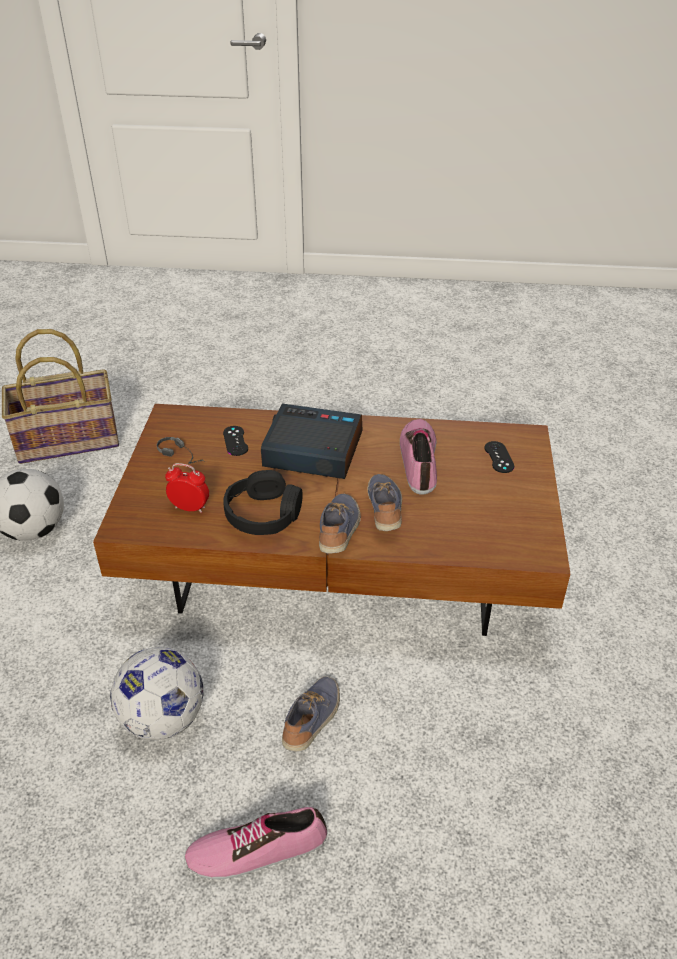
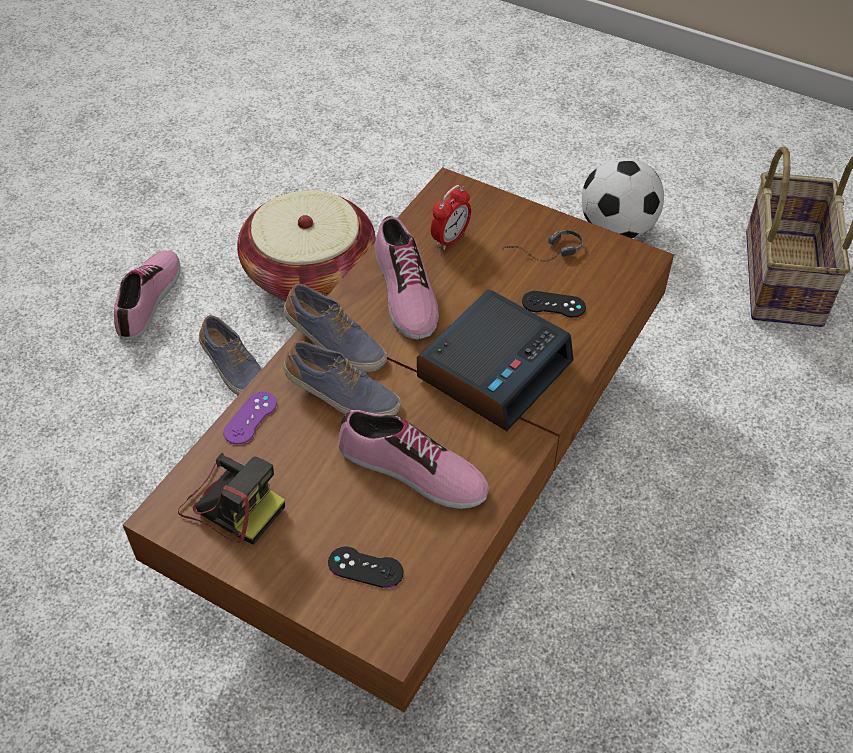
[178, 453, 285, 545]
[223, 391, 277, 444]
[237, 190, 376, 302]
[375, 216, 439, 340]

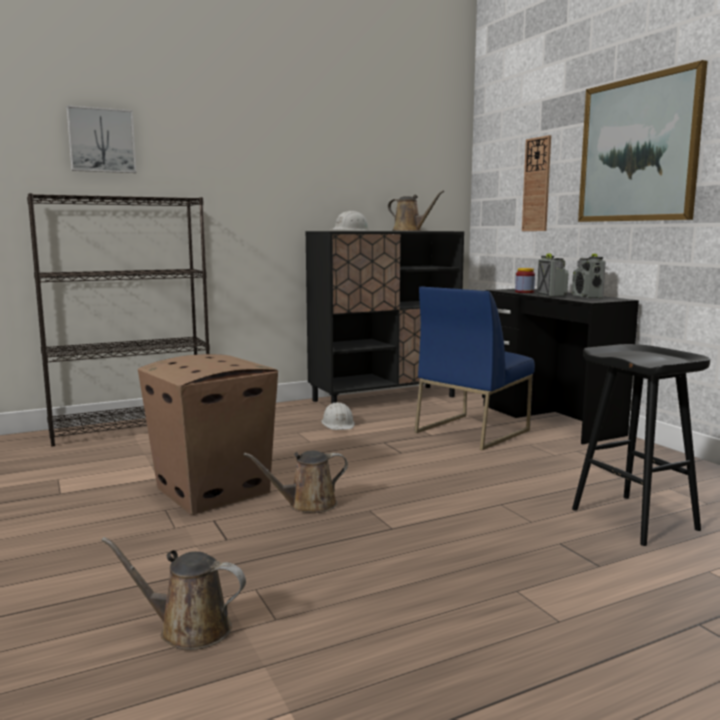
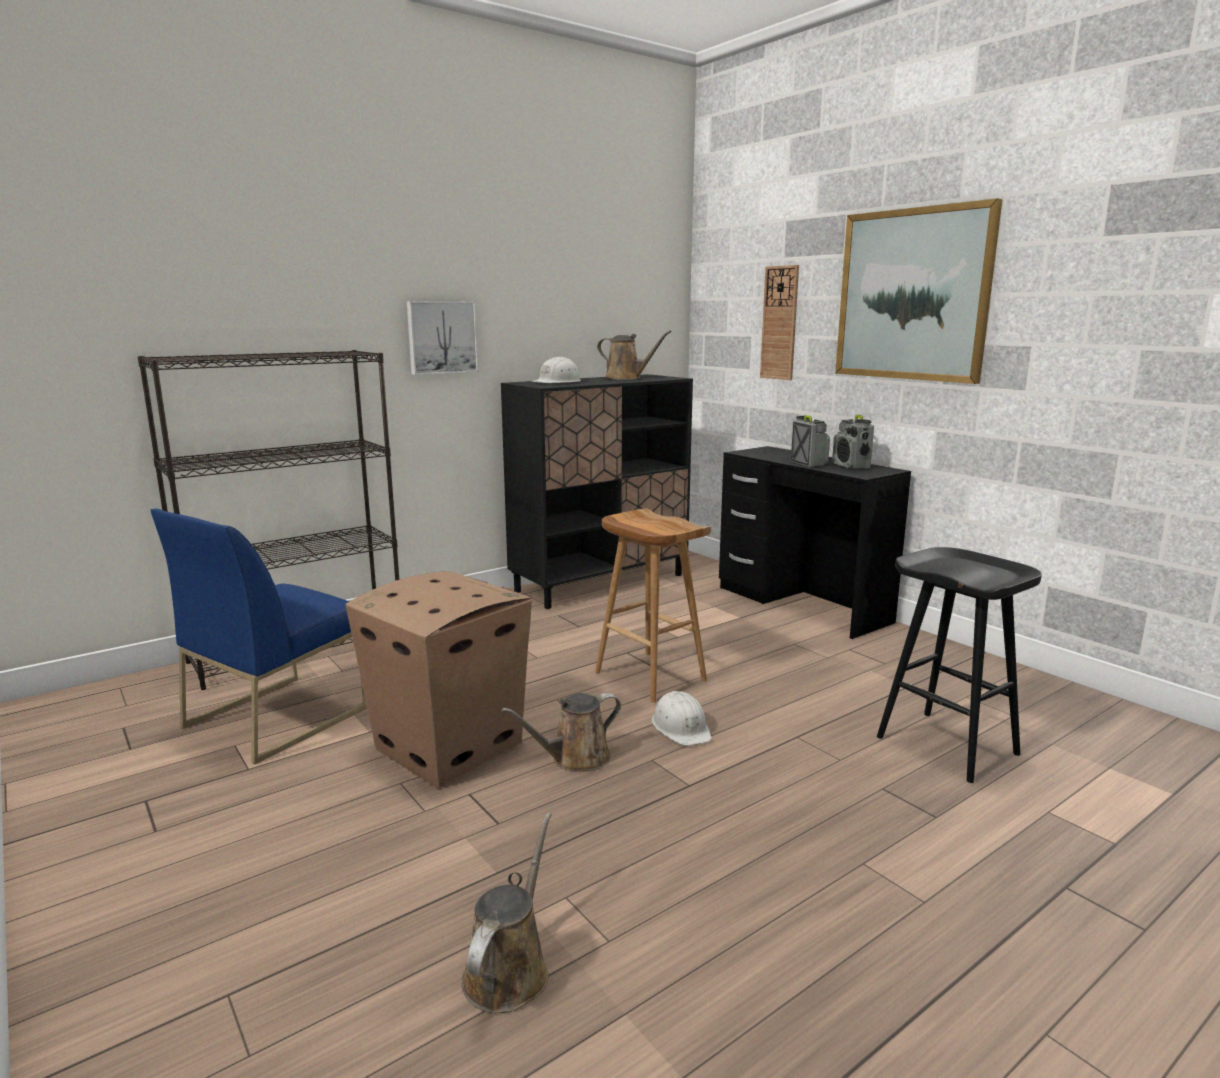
[150, 508, 367, 764]
[407, 301, 478, 375]
[461, 813, 552, 1013]
[595, 508, 711, 703]
[651, 691, 712, 746]
[515, 268, 535, 293] (first image)

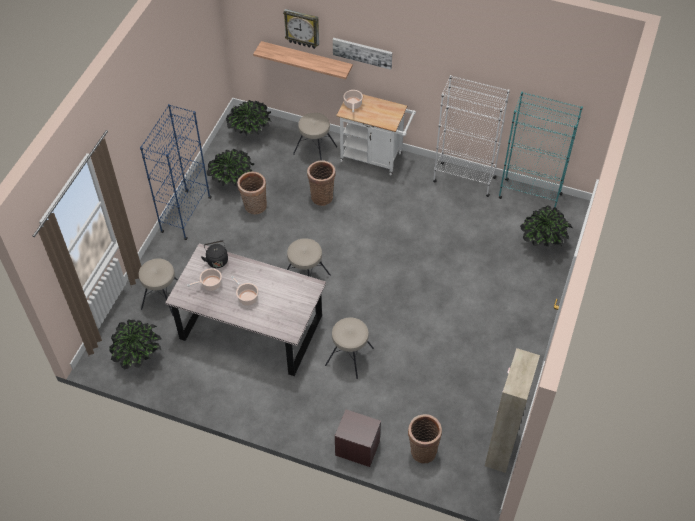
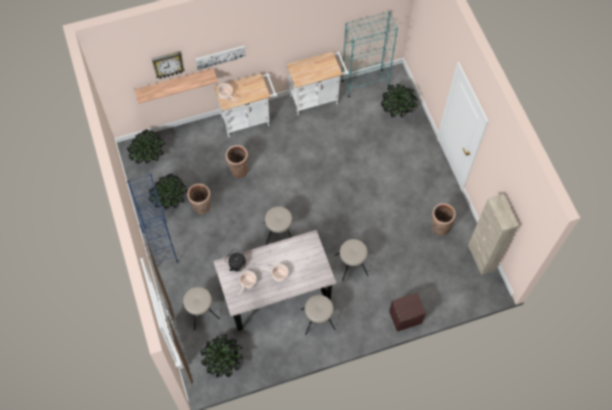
[286, 52, 349, 115]
[301, 295, 336, 335]
[432, 203, 456, 236]

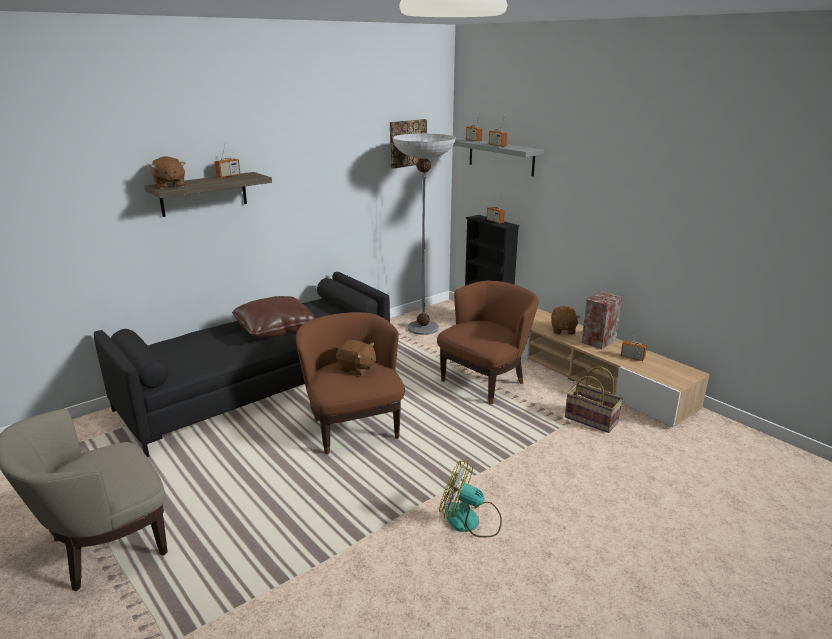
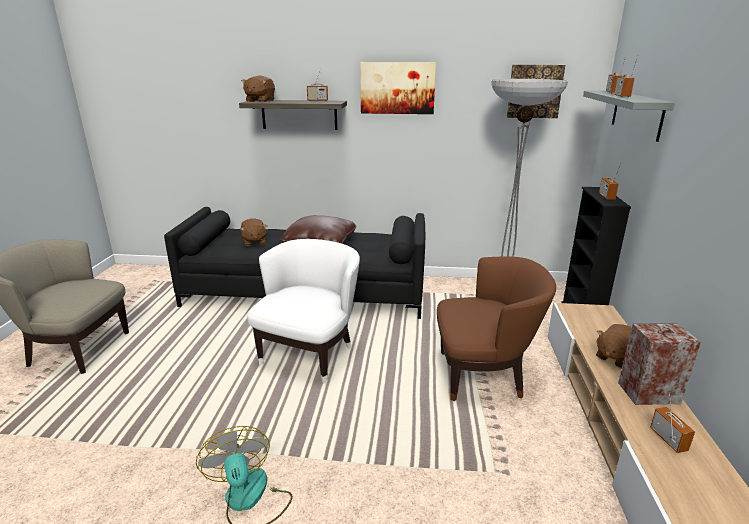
[240, 218, 267, 246]
[247, 239, 360, 383]
[360, 62, 436, 114]
[565, 366, 623, 433] (first image)

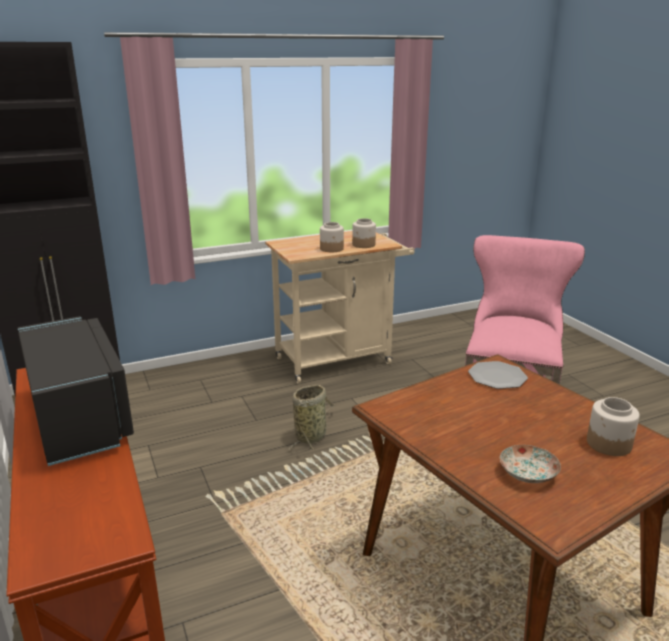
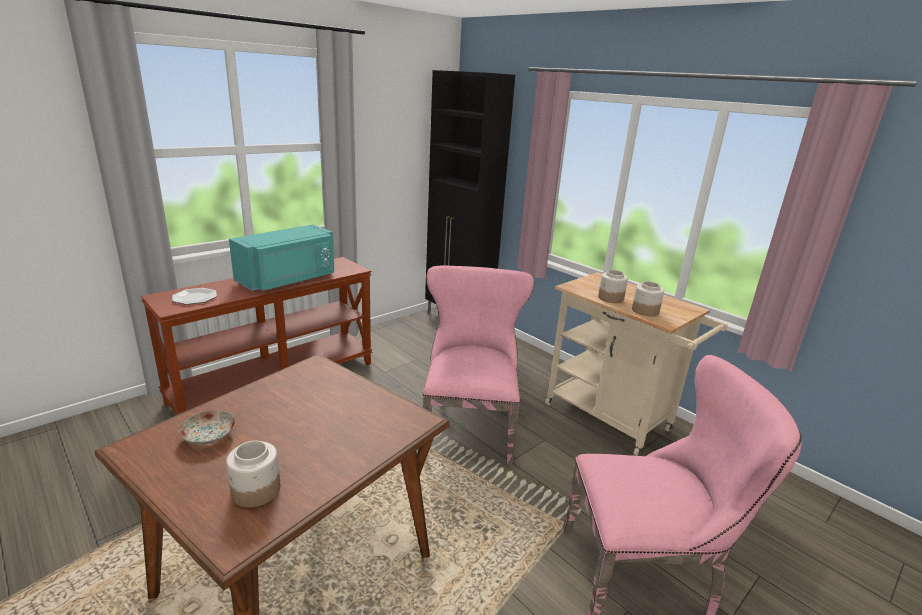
[172, 288, 217, 305]
[229, 224, 334, 291]
[423, 266, 535, 465]

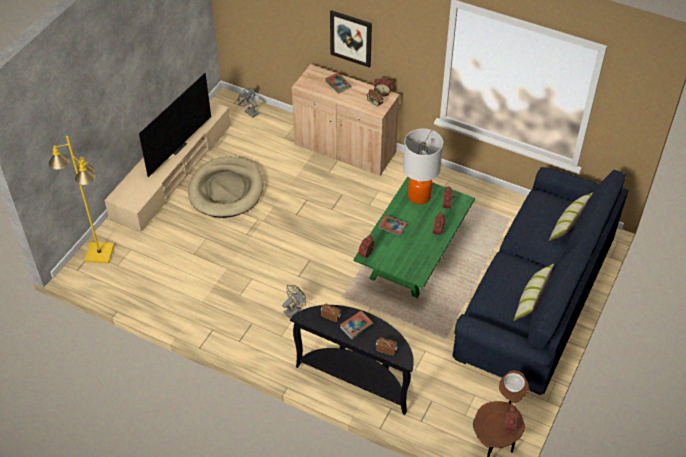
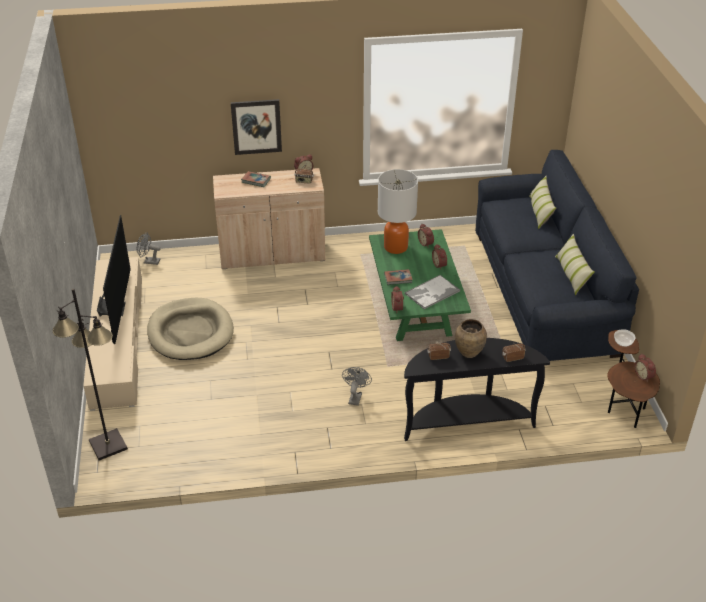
[53, 288, 128, 460]
[405, 275, 460, 310]
[455, 319, 487, 358]

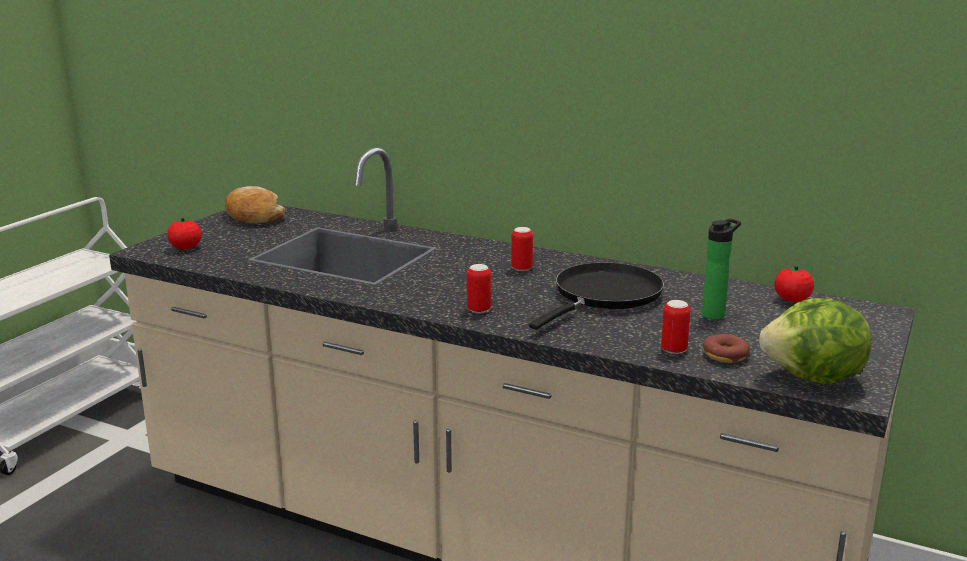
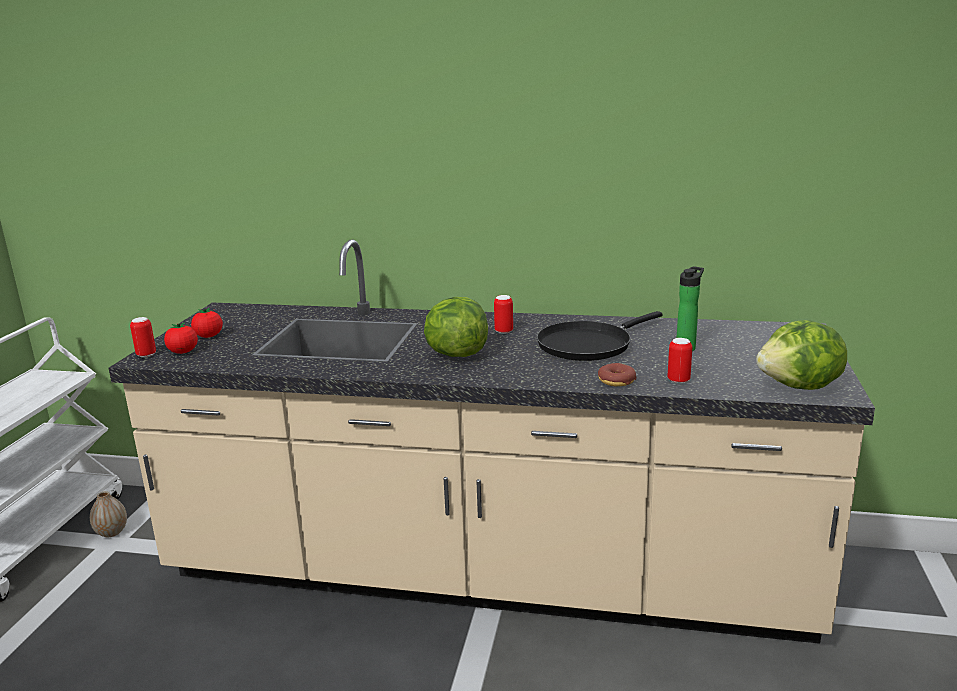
[90, 491, 127, 537]
[130, 317, 156, 358]
[191, 308, 223, 338]
[424, 297, 488, 357]
[537, 311, 663, 361]
[598, 363, 636, 386]
[225, 186, 285, 224] (first image)

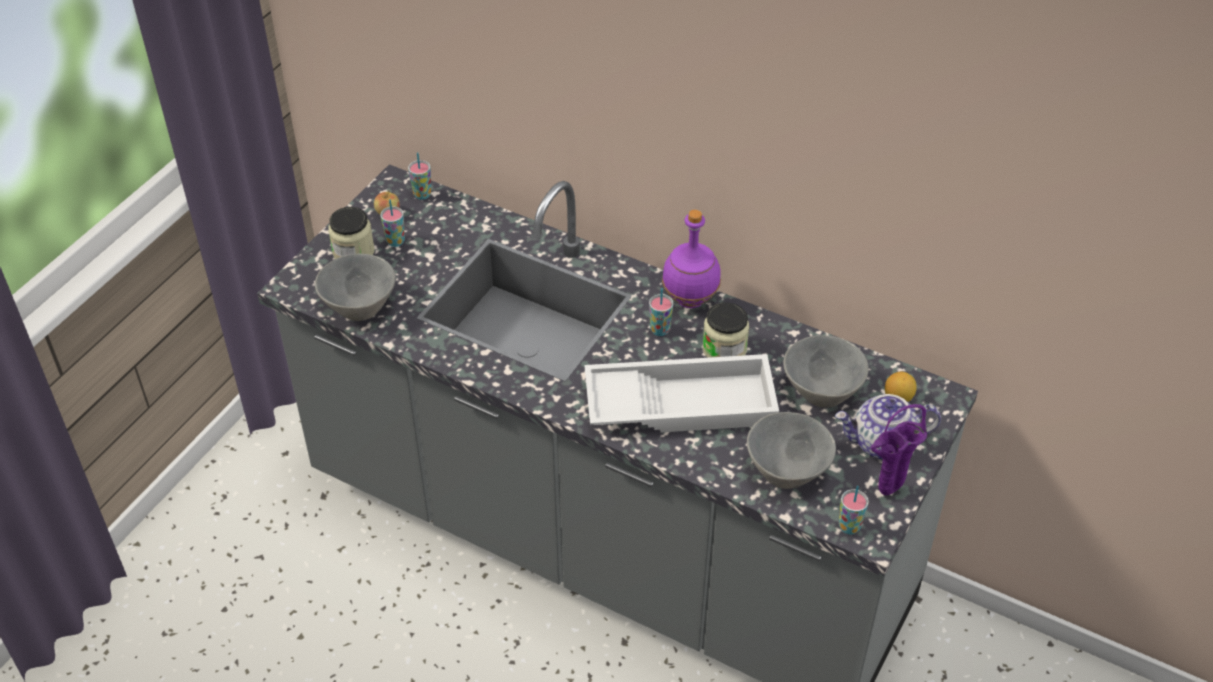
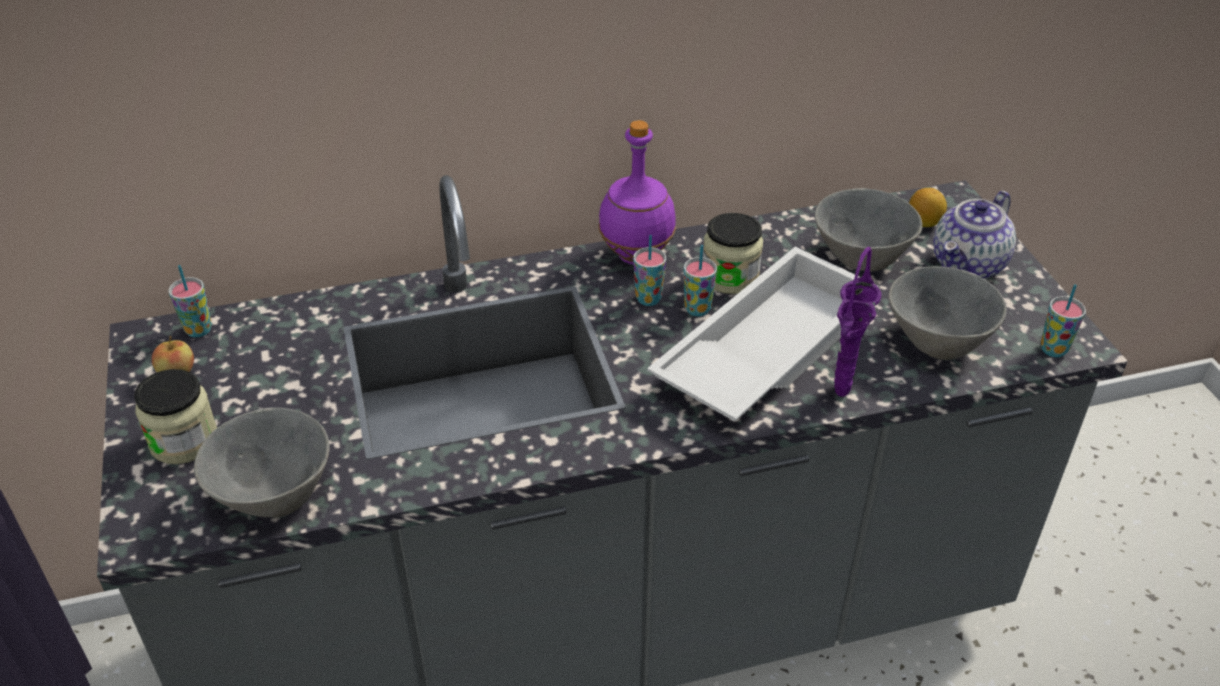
[684, 245, 717, 316]
[834, 247, 881, 397]

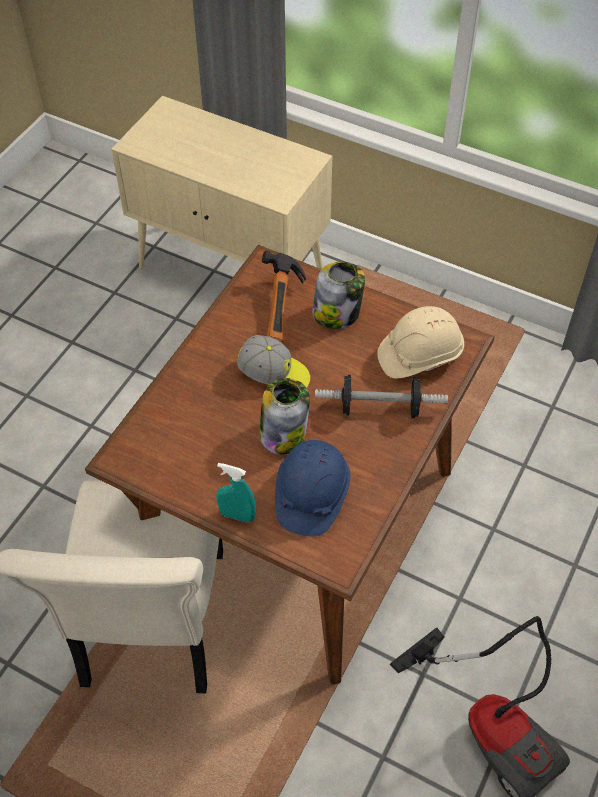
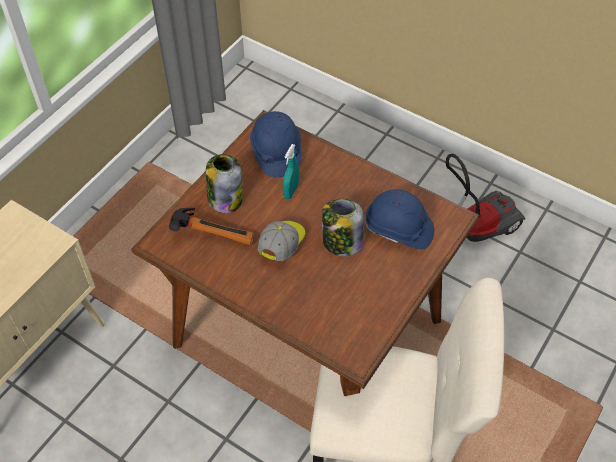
[250, 111, 302, 177]
[283, 144, 299, 199]
[315, 375, 448, 418] (first image)

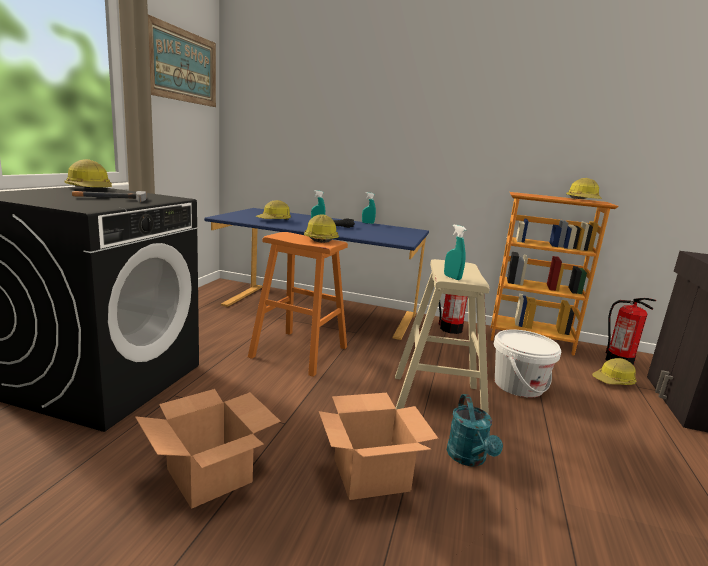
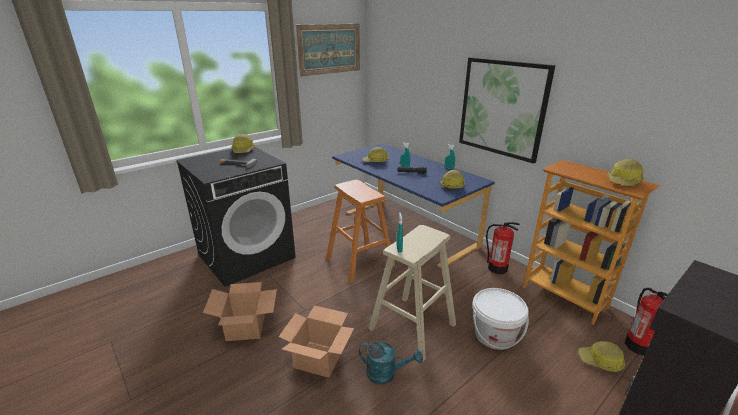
[359, 342, 423, 384]
[440, 170, 465, 190]
[459, 57, 555, 164]

